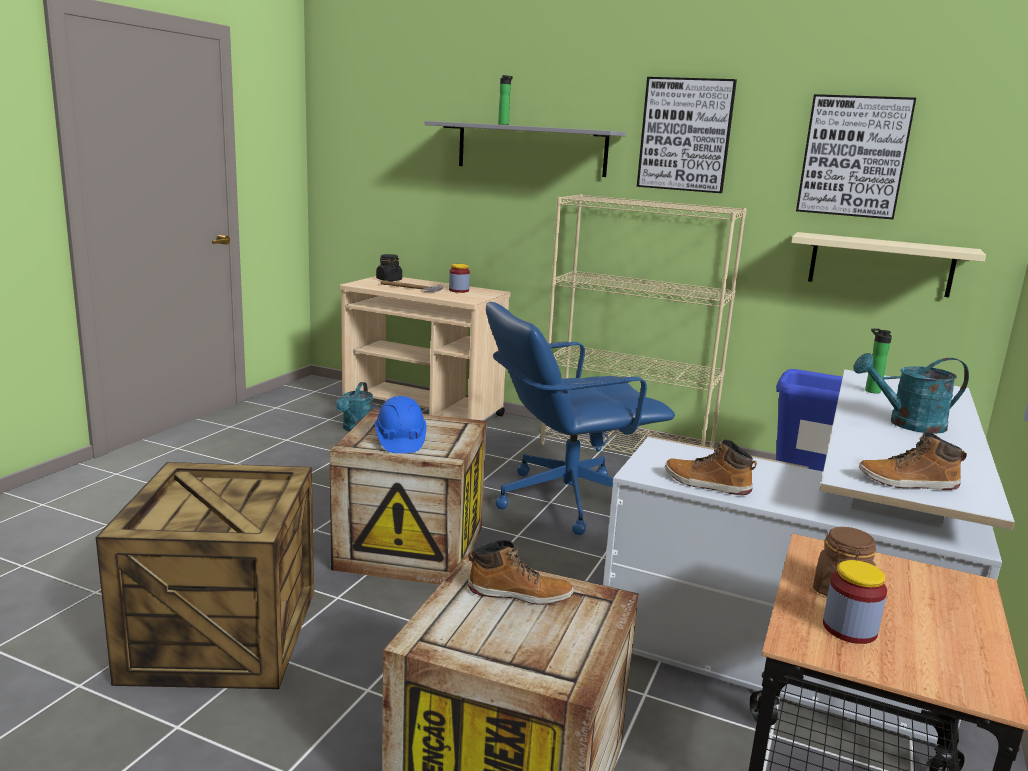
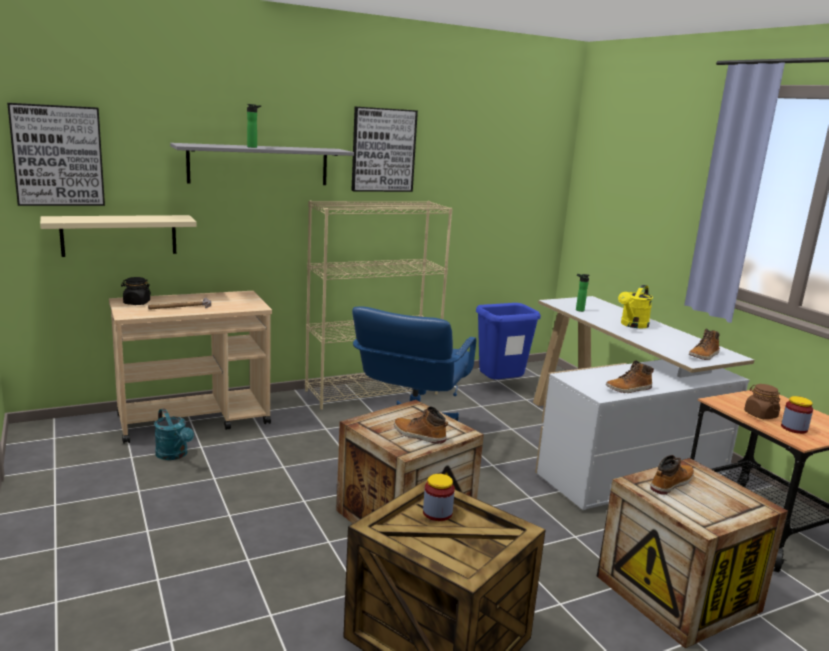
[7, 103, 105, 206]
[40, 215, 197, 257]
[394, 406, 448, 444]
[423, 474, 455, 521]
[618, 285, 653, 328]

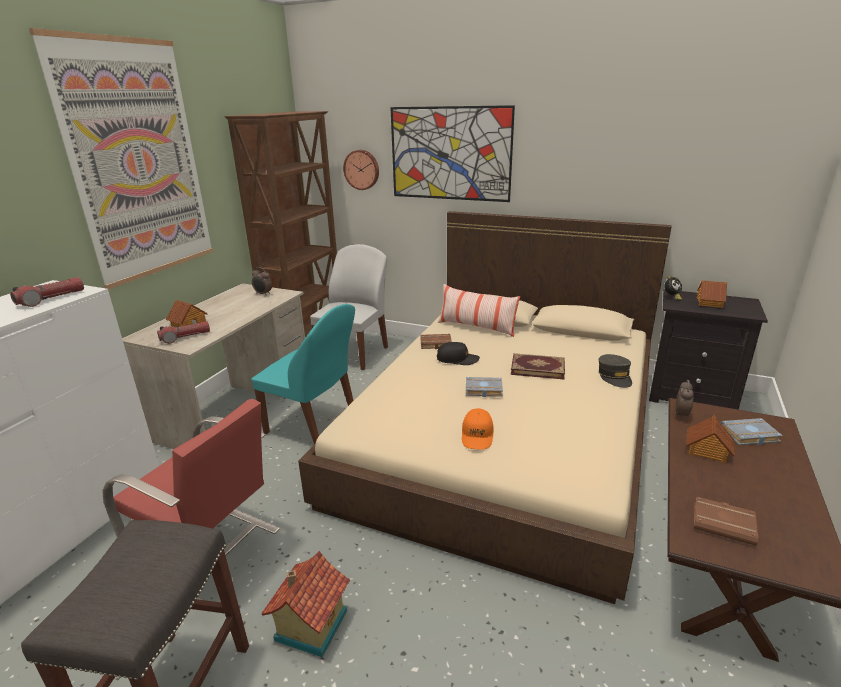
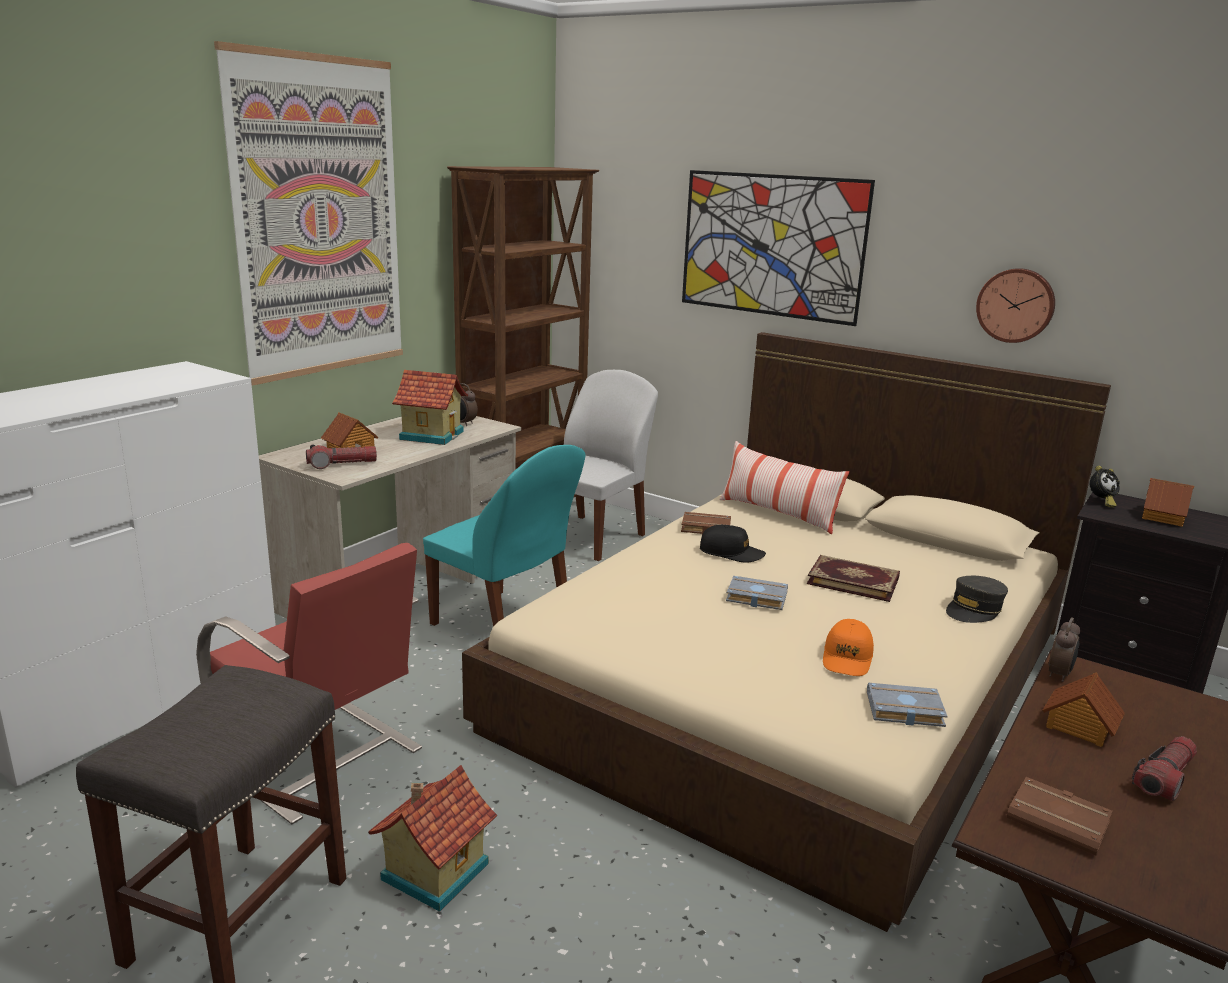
[392, 370, 468, 445]
[823, 619, 874, 676]
[867, 683, 948, 727]
[946, 576, 1008, 623]
[976, 268, 1055, 343]
[1132, 736, 1197, 801]

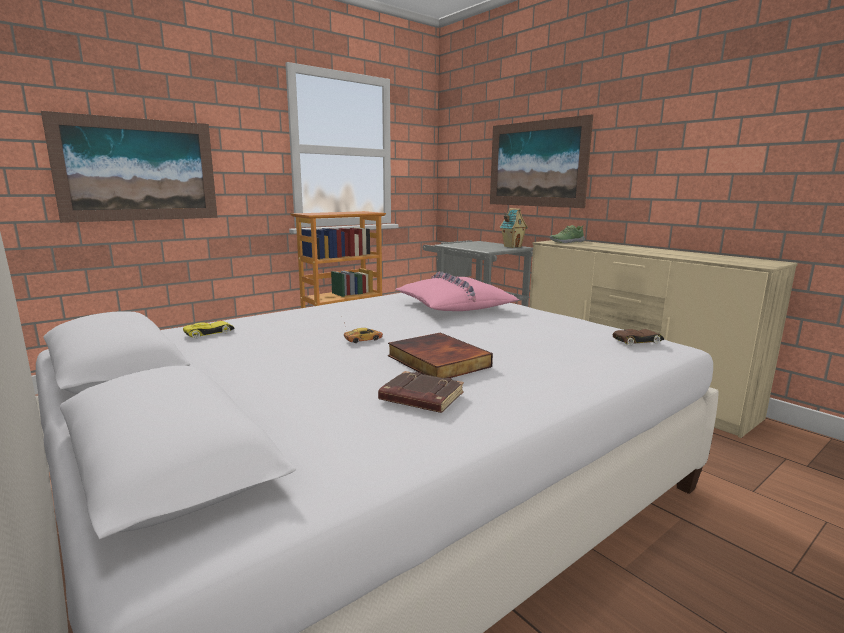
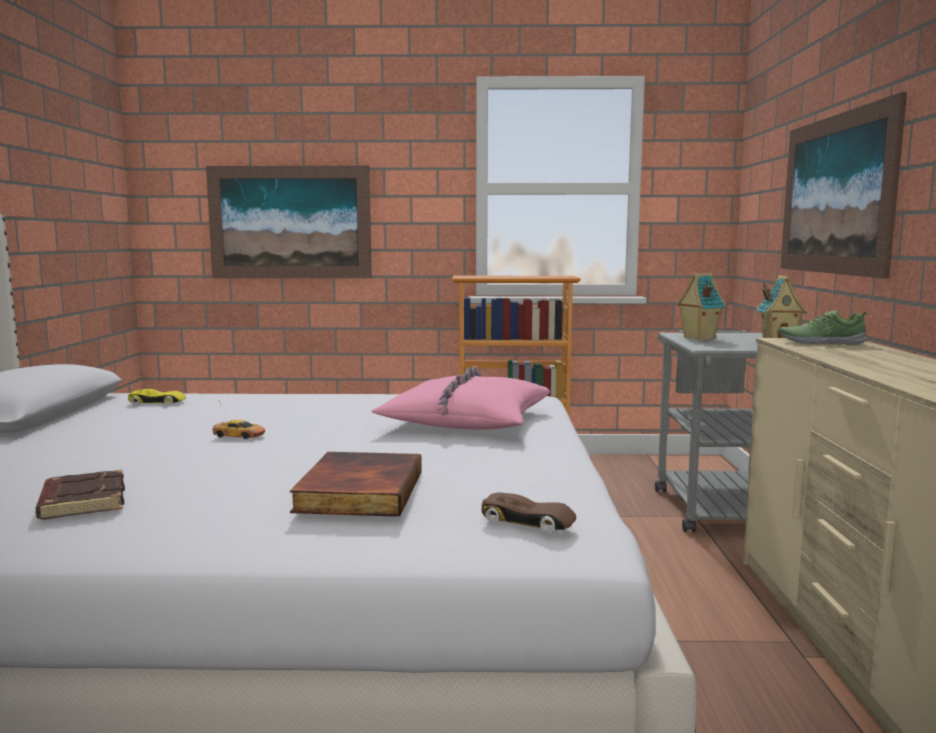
[290, 452, 422, 517]
[677, 273, 726, 341]

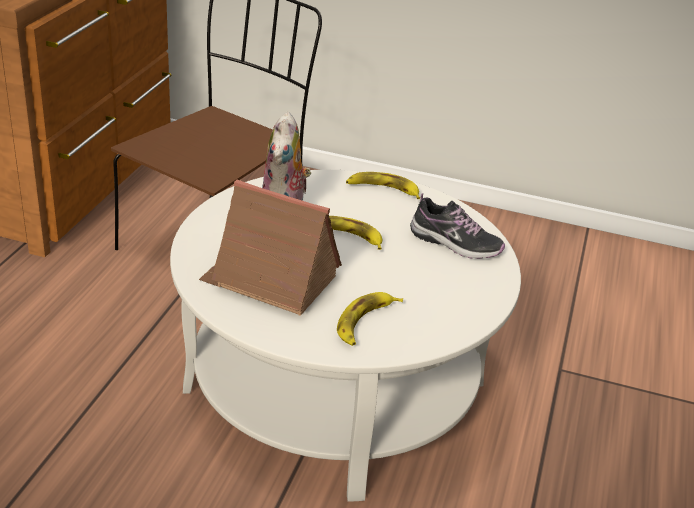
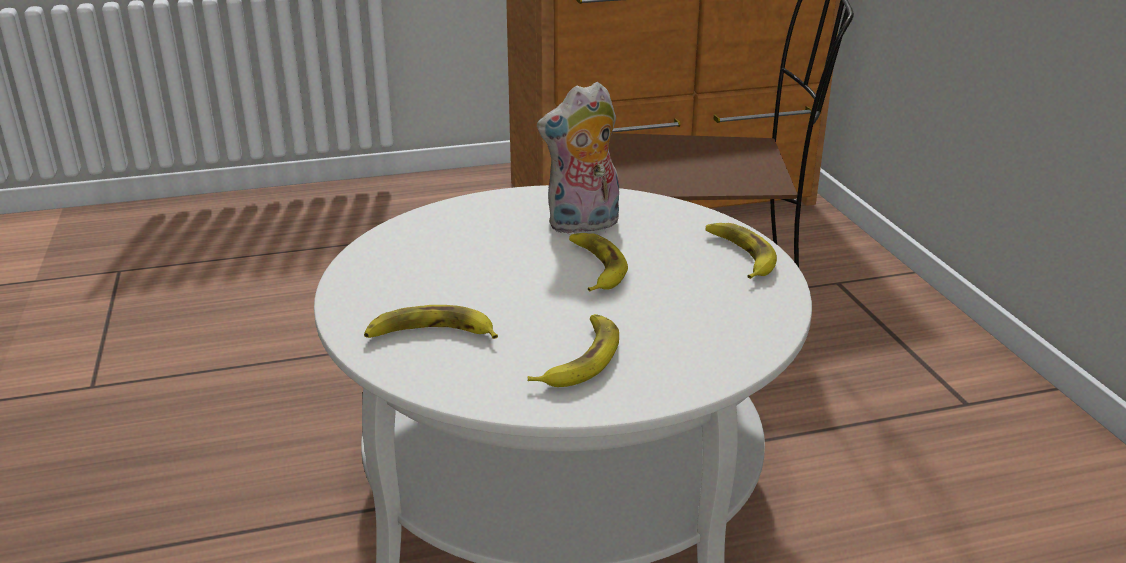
[528, 314, 619, 387]
[199, 180, 342, 316] (first image)
[410, 193, 505, 259] (first image)

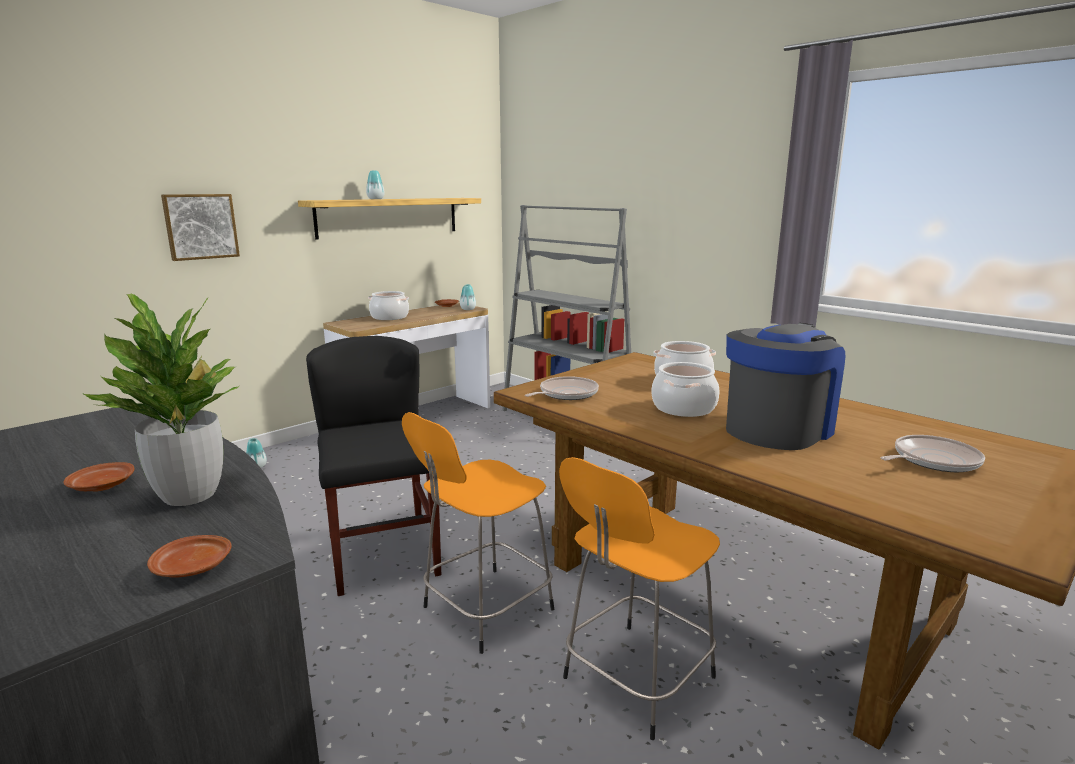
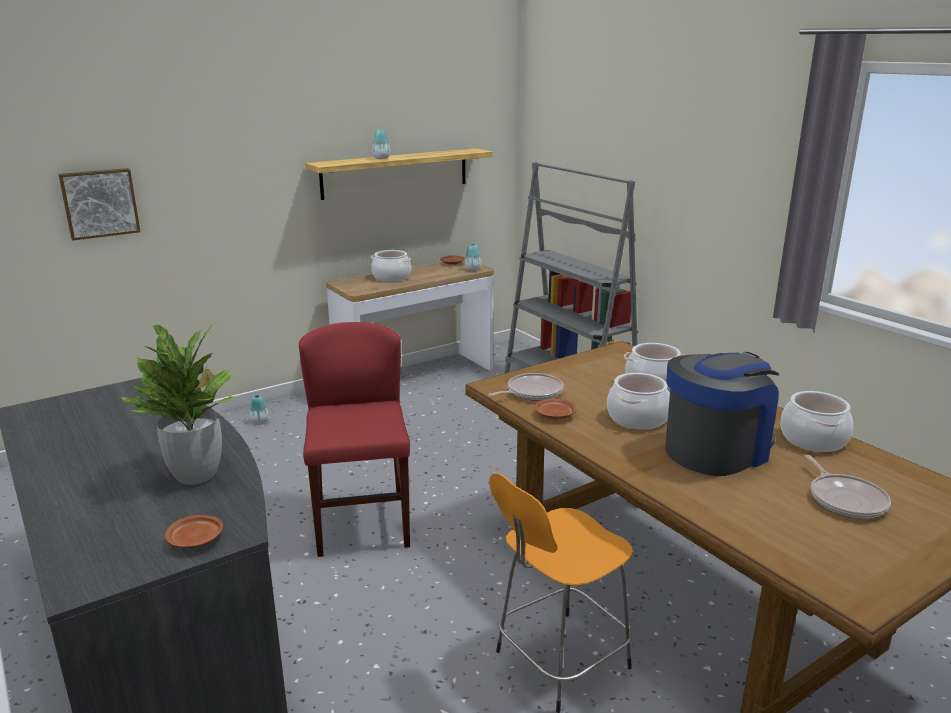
[58, 168, 140, 240]
[299, 322, 410, 557]
[534, 398, 576, 419]
[780, 391, 853, 452]
[805, 455, 891, 519]
[402, 412, 554, 654] (first image)

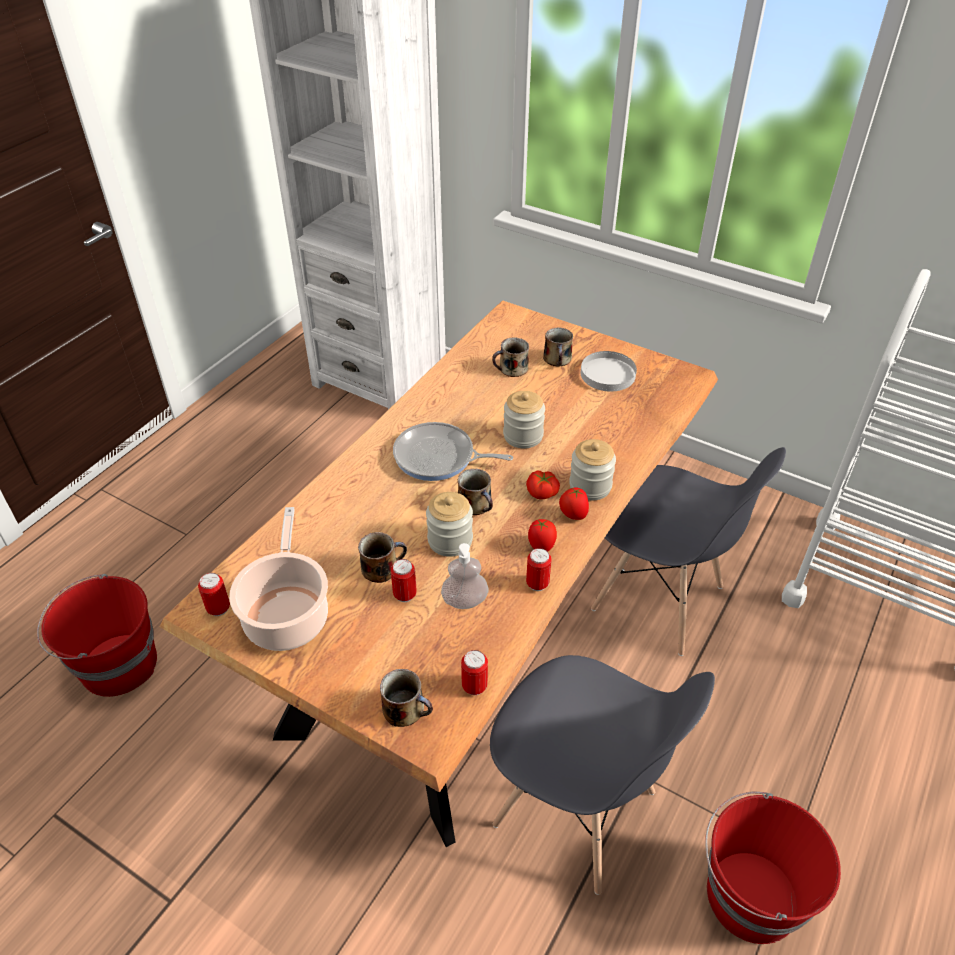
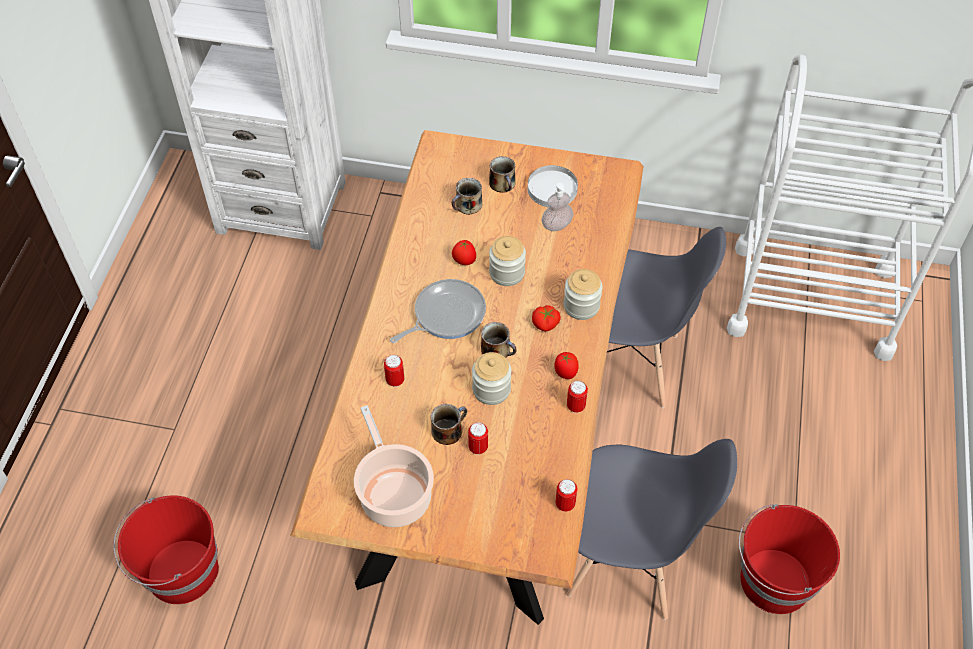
[384, 355, 404, 387]
[390, 279, 486, 343]
[452, 240, 476, 265]
[541, 183, 573, 231]
[380, 669, 433, 727] (first image)

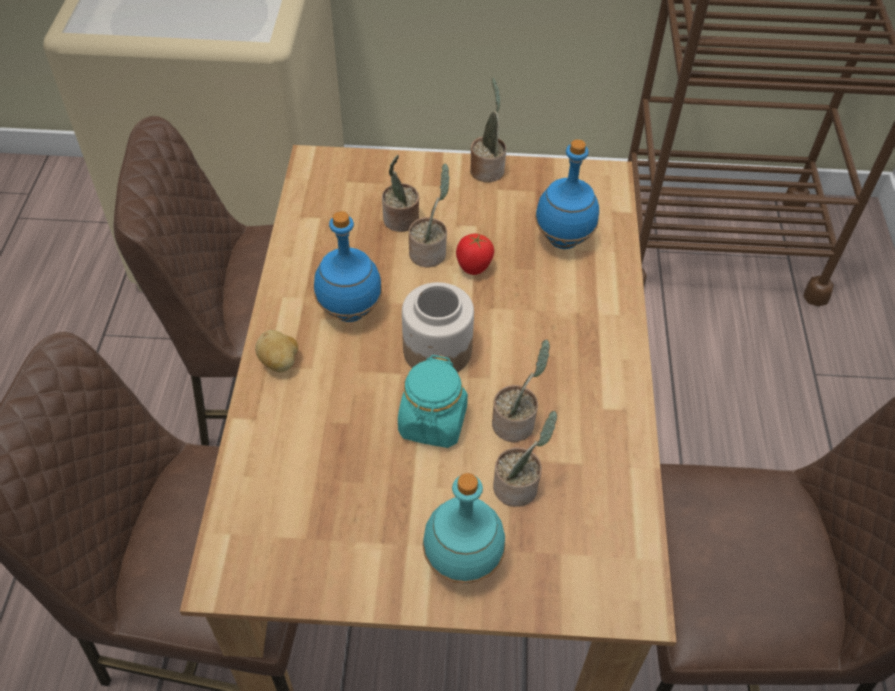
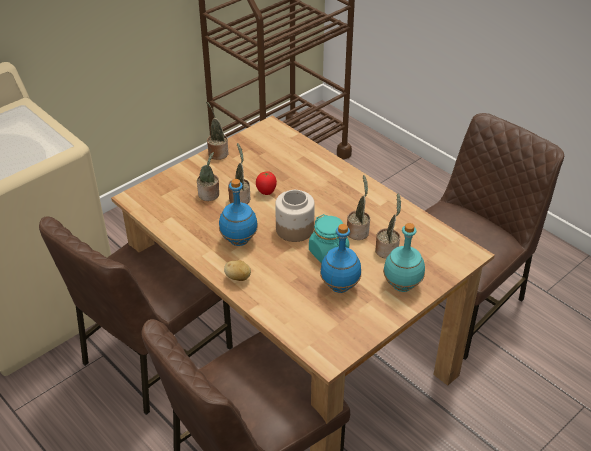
[320, 224, 361, 293]

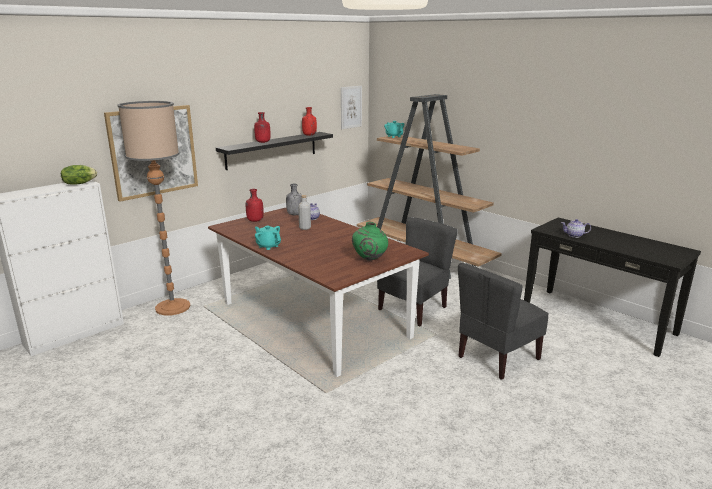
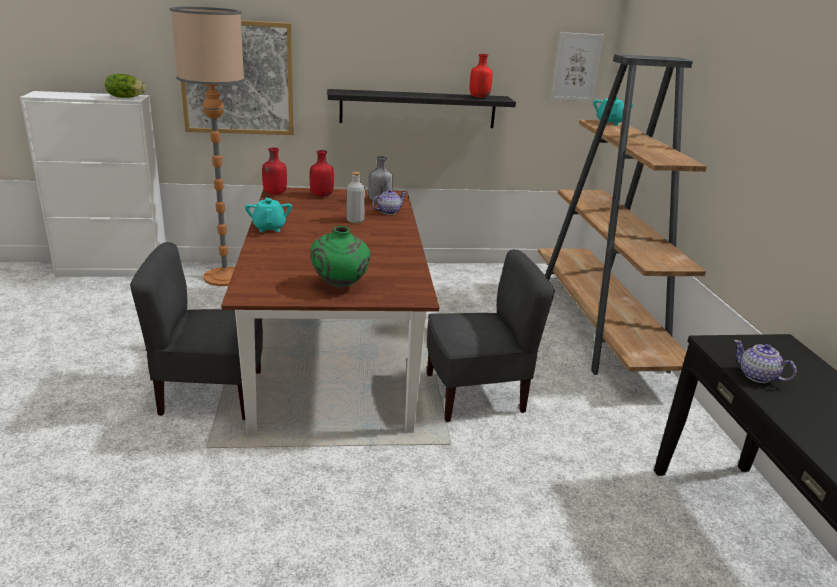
[130, 242, 263, 420]
[262, 148, 287, 194]

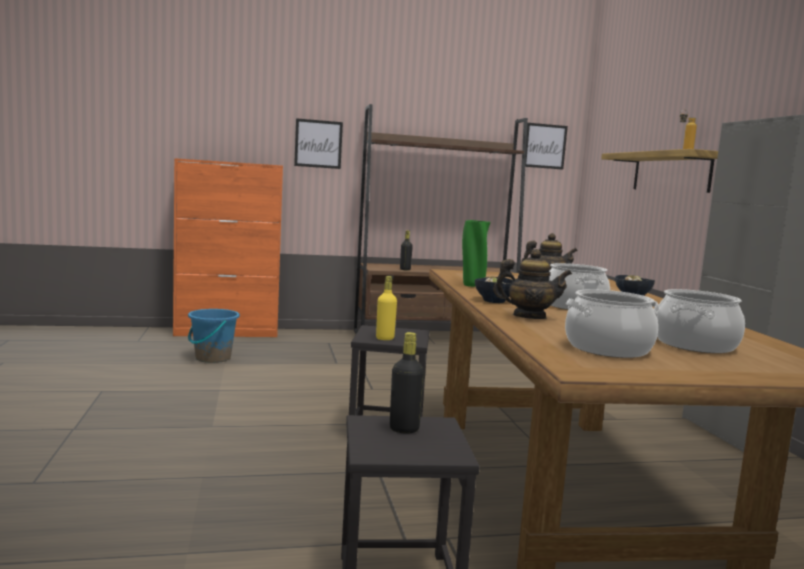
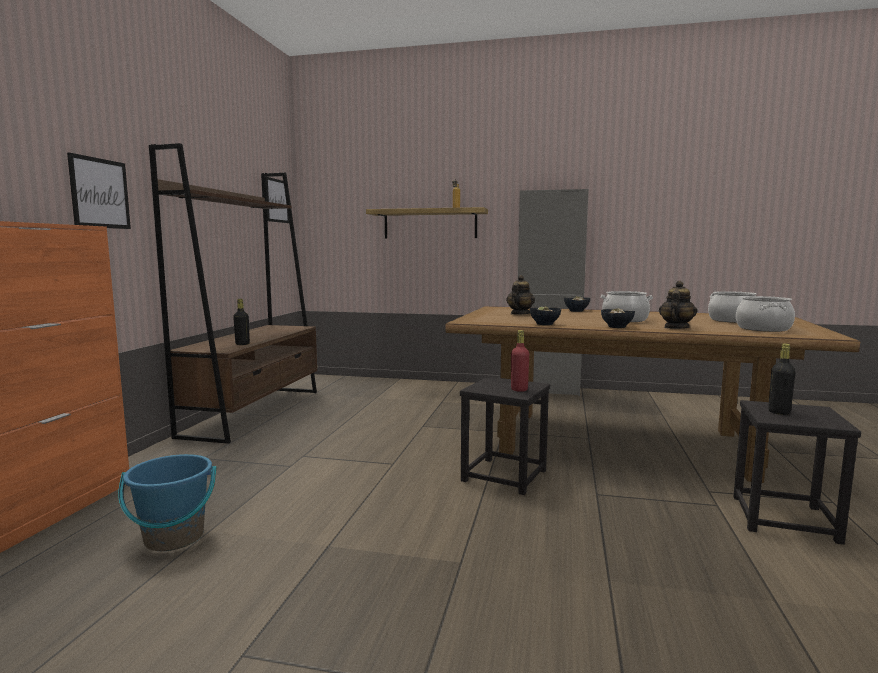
[511, 330, 529, 392]
[530, 306, 561, 325]

